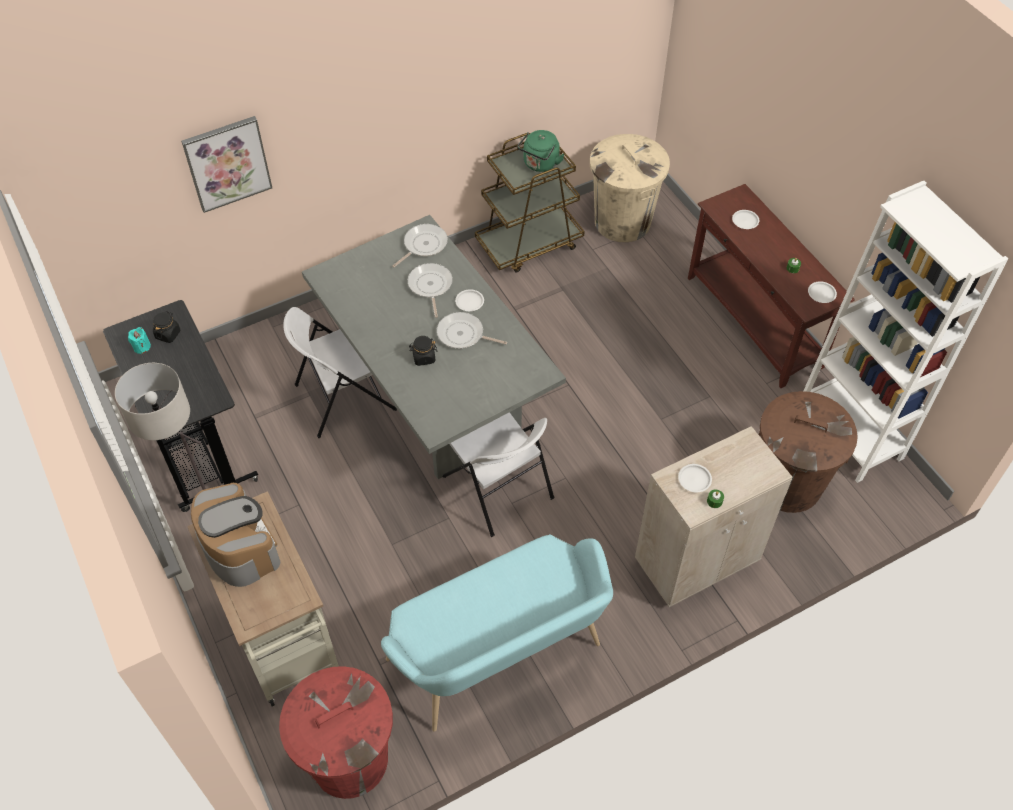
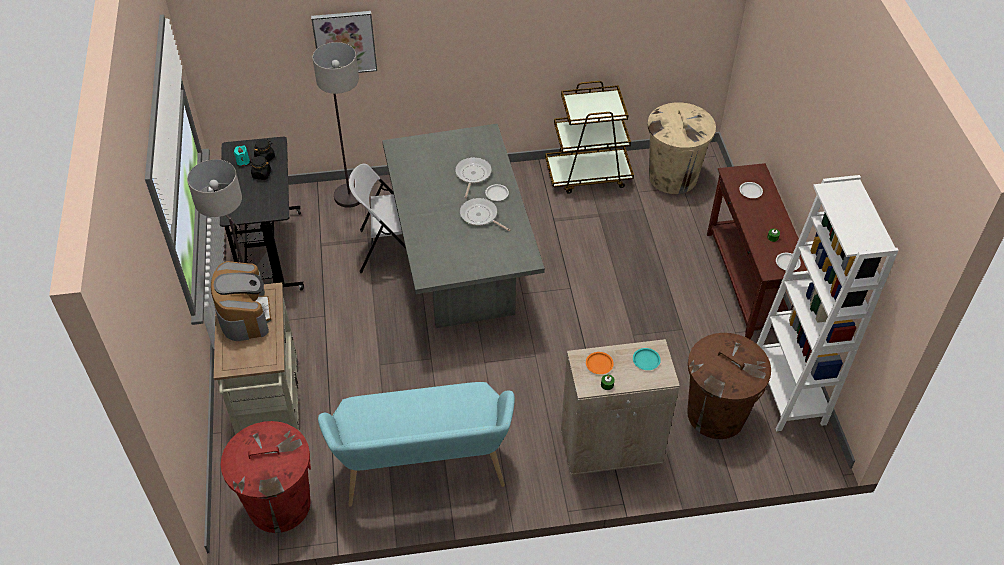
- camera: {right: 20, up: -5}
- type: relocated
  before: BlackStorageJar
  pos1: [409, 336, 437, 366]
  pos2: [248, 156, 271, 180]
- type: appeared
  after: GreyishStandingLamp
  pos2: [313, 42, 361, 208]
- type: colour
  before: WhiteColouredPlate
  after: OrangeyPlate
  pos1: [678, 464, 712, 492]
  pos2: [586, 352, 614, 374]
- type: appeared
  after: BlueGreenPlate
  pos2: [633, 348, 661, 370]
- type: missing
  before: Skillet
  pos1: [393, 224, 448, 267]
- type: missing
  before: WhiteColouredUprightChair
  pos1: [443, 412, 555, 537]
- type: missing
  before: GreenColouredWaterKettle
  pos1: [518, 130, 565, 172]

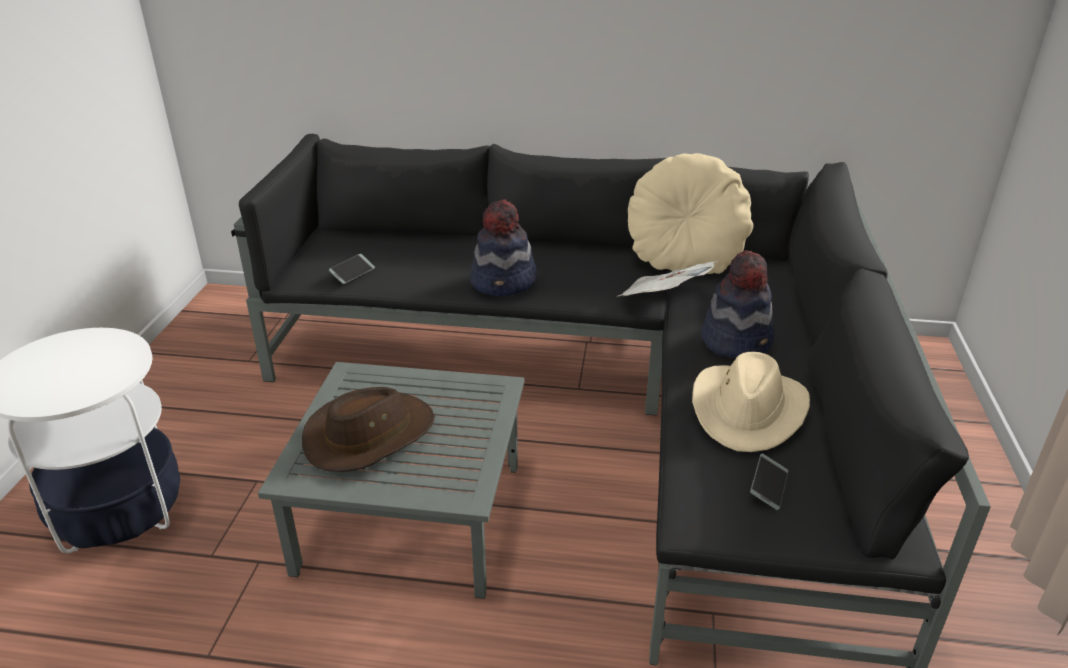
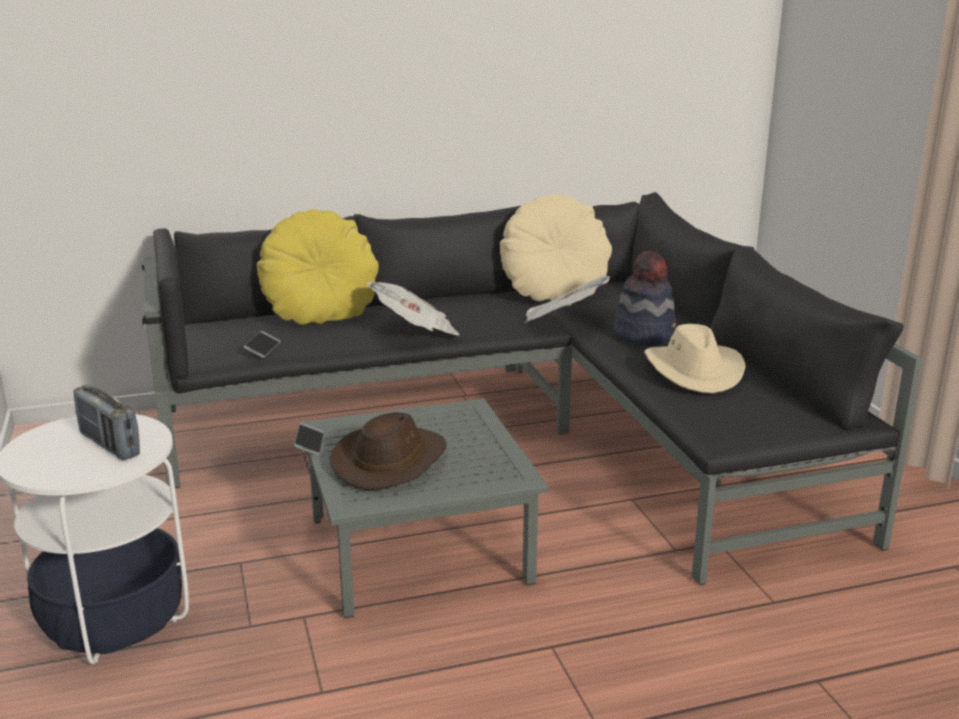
- camera: {right: -25, up: -10}
- type: appeared
  after: Radio
  pos2: [73, 385, 140, 460]
- type: appeared
  after: YellowishPillow
  pos2: [257, 209, 379, 325]
- type: relocated
  before: Telephone
  pos1: [750, 453, 788, 510]
  pos2: [294, 423, 324, 456]
- type: exchanged
  before: WearableHat
  after: DailyPaper
  pos1: [470, 199, 537, 296]
  pos2: [367, 282, 460, 335]

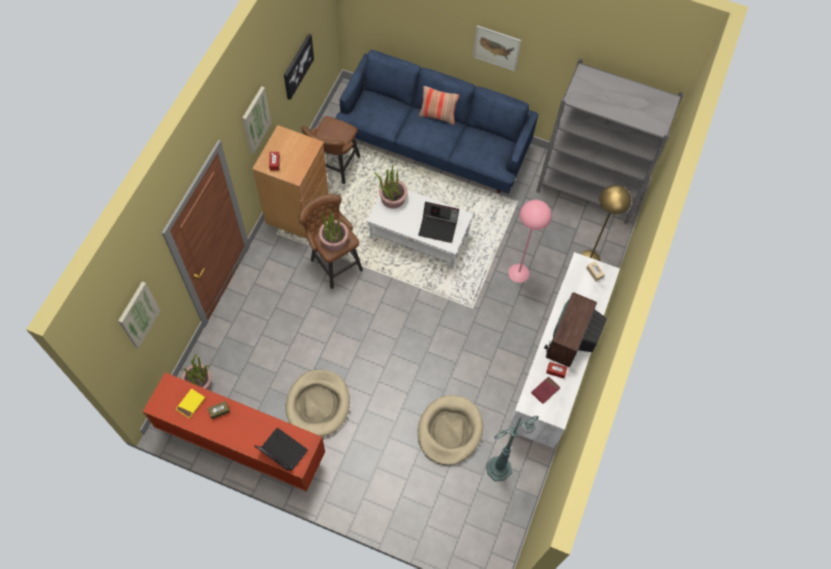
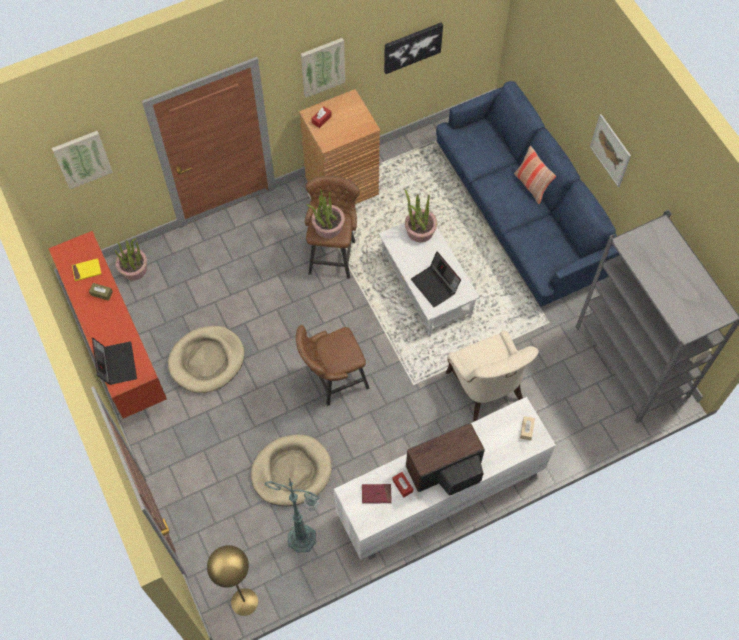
- camera: {right: 45, up: 0}
- type: relocated
  before: YellowishStandingLamp
  pos1: [581, 185, 631, 261]
  pos2: [207, 545, 258, 616]
- type: relocated
  before: BrownColouredStool
  pos1: [301, 116, 360, 184]
  pos2: [296, 325, 370, 406]
- type: exchanged
  before: PinkStandingLamp
  after: SandColouredLoungeChair
  pos1: [508, 200, 552, 283]
  pos2: [446, 330, 538, 421]

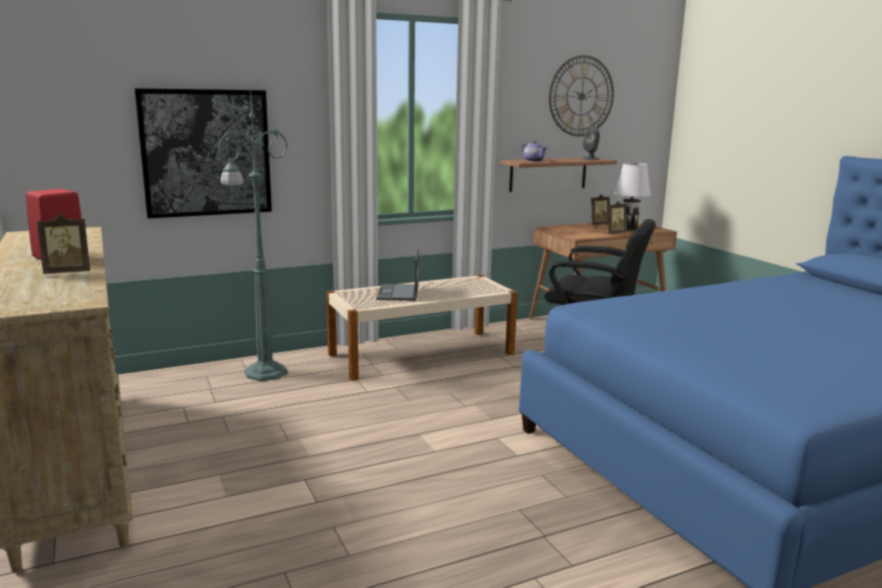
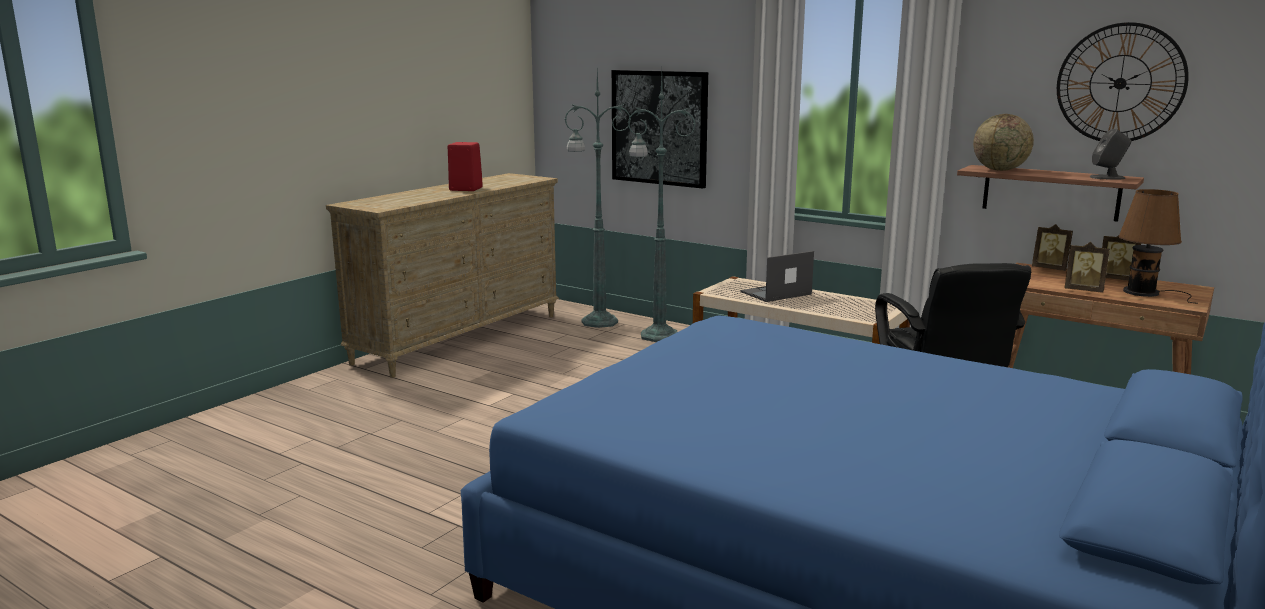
- camera: {right: 60, up: 0}
- type: appeared
  after: GreenColouredStandingLamp
  pos2: [565, 70, 631, 328]
- type: exchanged
  before: PotForTea
  after: WorldGlobe
  pos1: [522, 141, 547, 162]
  pos2: [973, 114, 1034, 171]
- type: relocated
  before: PictureFrame
  pos1: [37, 214, 90, 274]
  pos2: [1032, 224, 1073, 271]
- type: colour
  before: WhiteColouredTableLamp
  after: BrownColouredTableLamp
  pos1: [614, 163, 659, 231]
  pos2: [1118, 189, 1194, 303]

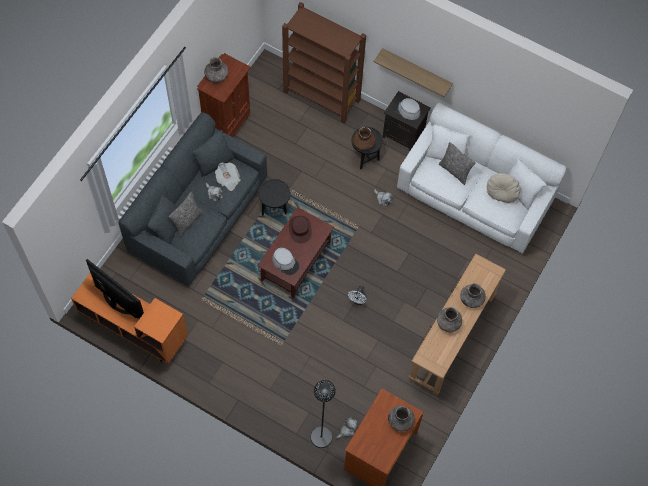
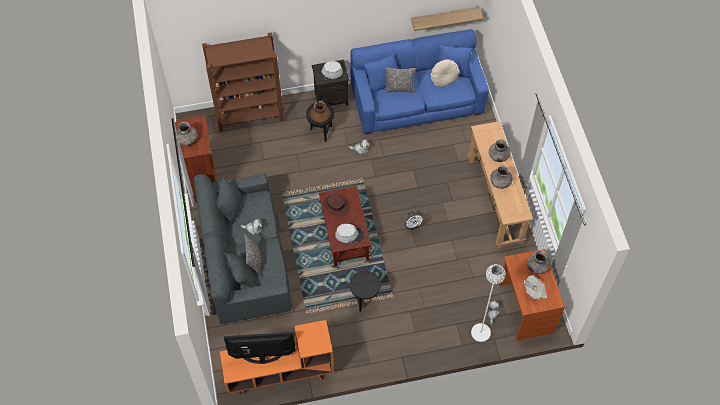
- camera: {right: -40, up: -5}
- type: colour
  before: WhiteColouredCouch
  after: BluishCouch
  pos1: [397, 103, 567, 254]
  pos2: [350, 29, 489, 134]
- type: relocated
  before: BlackSideTable
  pos1: [259, 179, 290, 216]
  pos2: [350, 271, 381, 312]
- type: relocated
  before: Shelf
  pos1: [373, 48, 453, 97]
  pos2: [411, 7, 483, 31]
- type: colour
  before: BlackStandingLamp
  after: WhiteColouredStandingLamp
  pos1: [311, 380, 336, 448]
  pos2: [471, 264, 506, 342]
- type: relocated
  before: DailyPaper
  pos1: [215, 162, 241, 191]
  pos2: [524, 275, 547, 299]

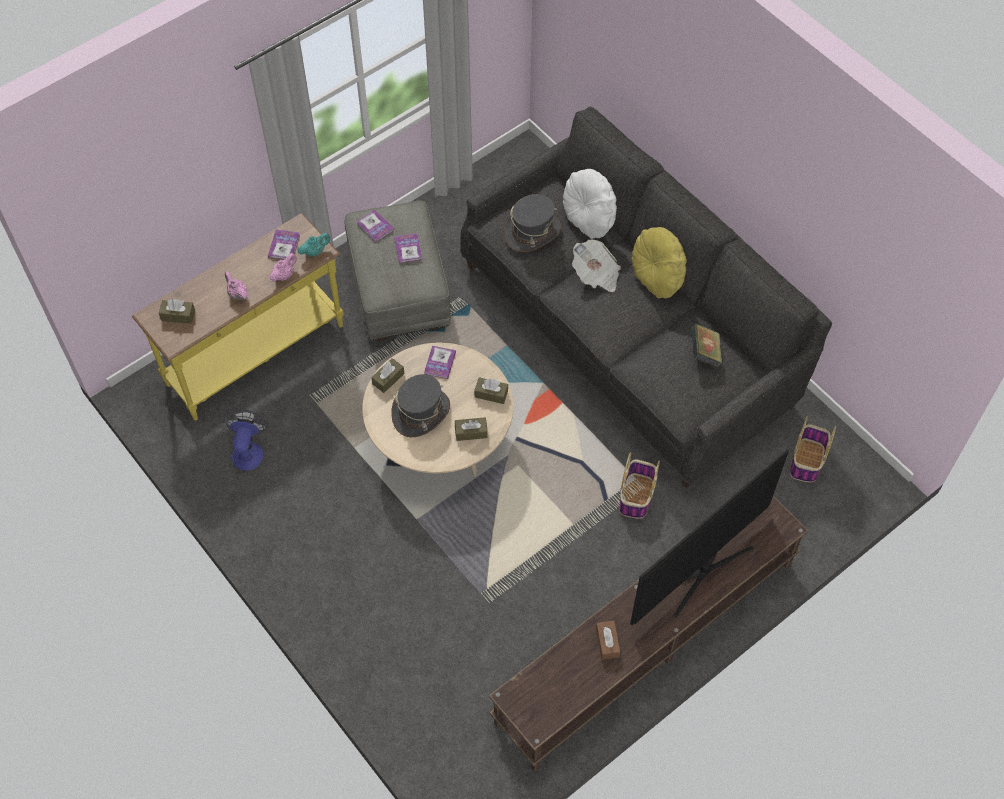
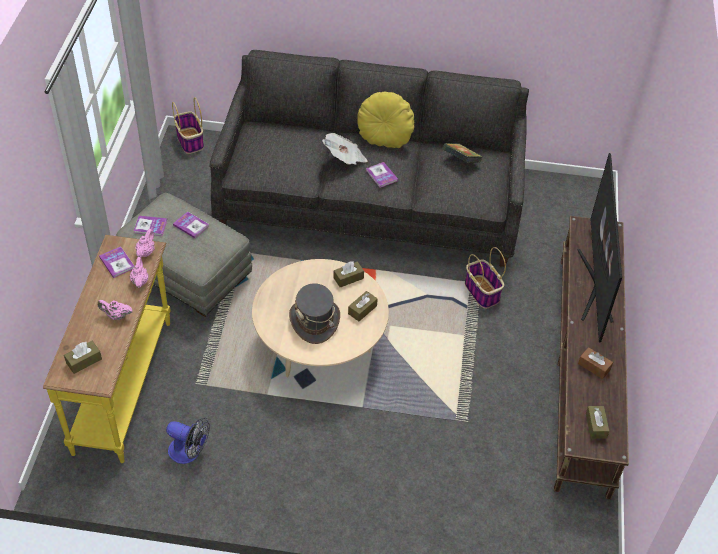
- camera: {right: -45, up: -10}
- type: colour
  before: BlueGreenPotForTea
  after: PinkPotForTea
  pos1: [298, 233, 330, 257]
  pos2: [136, 229, 155, 257]
- type: spun
  before: Fan
  pos1: [224, 410, 268, 471]
  pos2: [166, 418, 210, 464]
  turn: 150
- type: relocated
  before: Basket
  pos1: [790, 416, 836, 482]
  pos2: [172, 97, 204, 154]
- type: relocated
  before: Volume
  pos1: [424, 346, 456, 379]
  pos2: [366, 162, 398, 188]
- type: relocated
  before: BrownColouredTissueHolder
  pos1: [371, 358, 404, 393]
  pos2: [586, 406, 609, 439]
- type: missing
  before: GreyishWearableHat
  pos1: [504, 194, 561, 252]
- type: missing
  before: WhiteColouredPillow
  pos1: [563, 169, 617, 239]

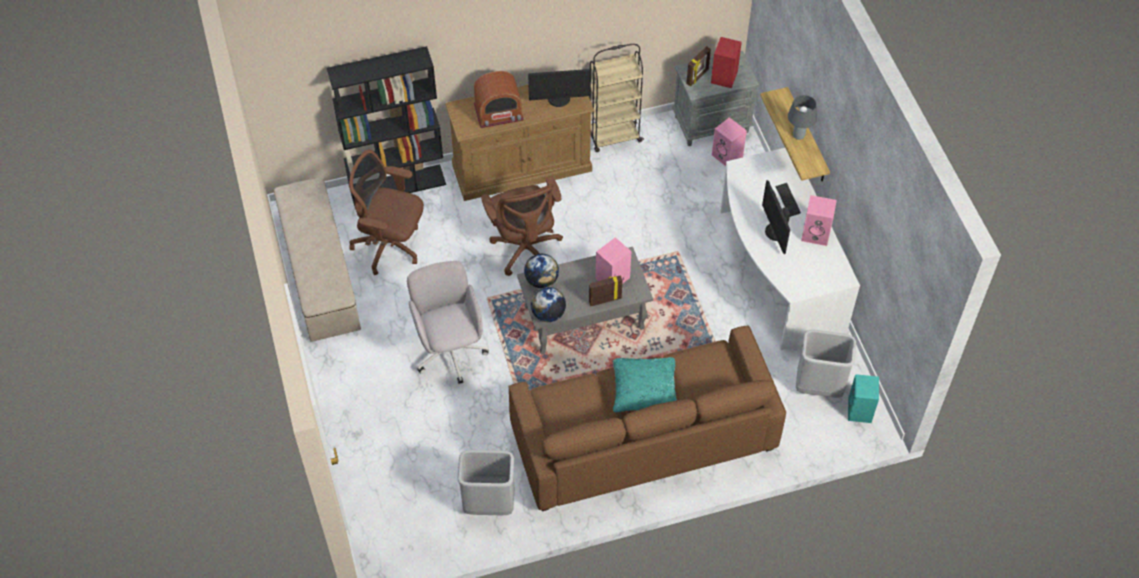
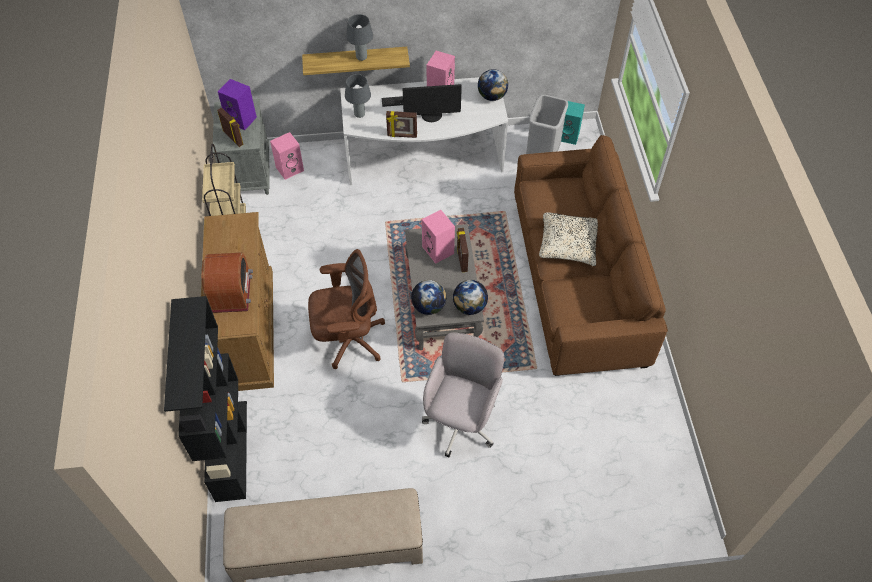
- camera: {right: -80, up: 0}
- type: colour
  before: RedLoudspeaker
  after: PurpleLoudspeaker
  pos1: [711, 37, 742, 88]
  pos2: [218, 79, 257, 130]
- type: appeared
  after: GreyishTableLamp
  pos2: [345, 74, 371, 118]
- type: appeared
  after: PictureFrame
  pos2: [386, 111, 417, 138]
- type: spun
  before: GreyishDeskChair
  pos1: [407, 261, 488, 384]
  pos2: [422, 332, 504, 458]
  turn: 120
- type: appeared
  after: WorldGlobe
  pos2: [478, 69, 508, 101]
- type: colour
  before: BlueGreenPillow
  after: SandColouredPillow
  pos1: [613, 357, 677, 412]
  pos2: [539, 213, 598, 266]
- type: missing
  before: BrownColouredDeskChair
  pos1: [349, 149, 424, 275]
- type: missing
  before: GreyishRubbishBin
  pos1: [457, 450, 515, 515]
- type: missing
  before: ComputerScreen
  pos1: [528, 69, 590, 107]

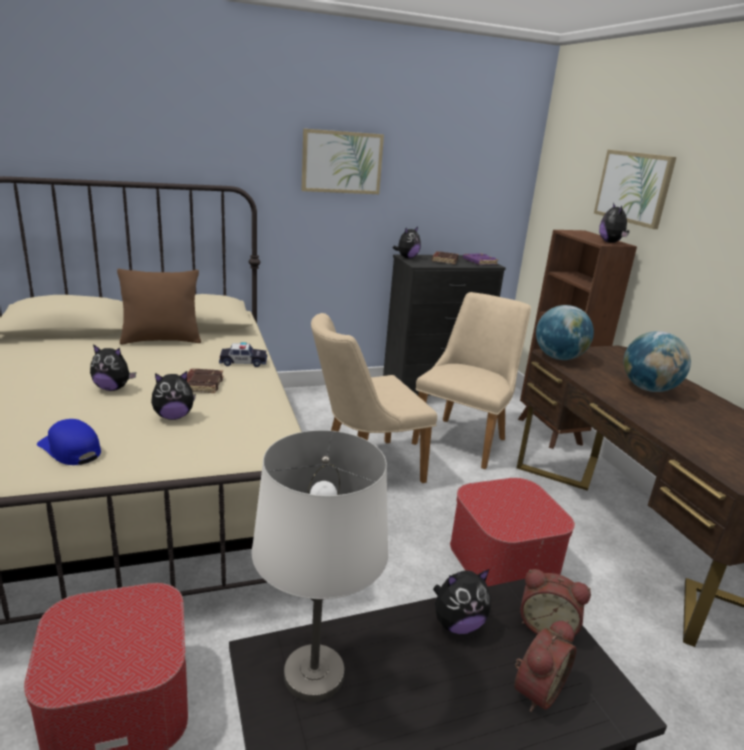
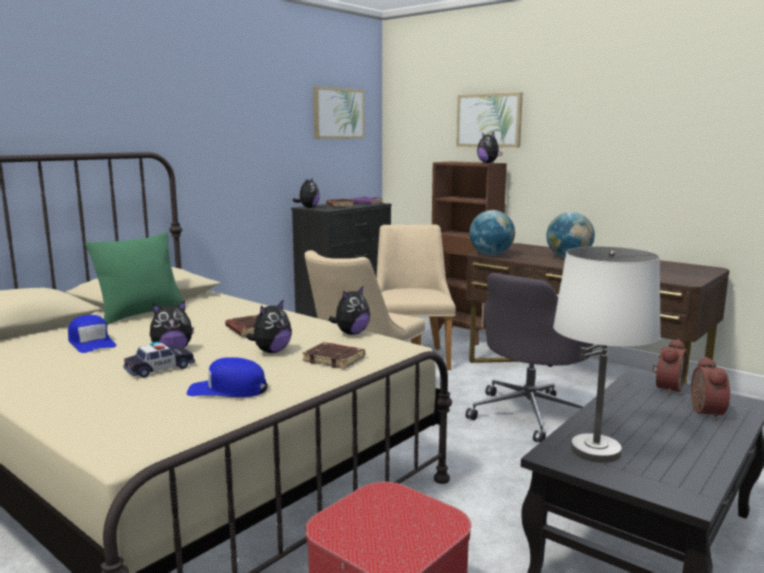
- camera: {right: -30, up: -10}
- type: appeared
  after: BluishCap
  pos2: [68, 315, 117, 353]
- type: colour
  before: BrownColouredPillow
  after: GreenColouredPillow
  pos1: [117, 269, 201, 344]
  pos2: [85, 232, 186, 325]
- type: relocated
  before: ModelCar
  pos1: [219, 342, 267, 367]
  pos2: [123, 342, 195, 378]
- type: appeared
  after: BrownColouredVolume
  pos2: [302, 342, 365, 369]
- type: relocated
  before: Picture
  pos1: [301, 128, 384, 194]
  pos2: [313, 86, 365, 139]
- type: relocated
  before: SoftToy
  pos1: [433, 569, 491, 634]
  pos2: [329, 286, 370, 335]
- type: exchanged
  before: Pouffe
  after: GreyishDeskChair
  pos1: [450, 478, 575, 587]
  pos2: [466, 273, 594, 443]
- type: spun
  before: BedsideClock
  pos1: [520, 569, 591, 640]
  pos2: [652, 339, 688, 395]
  turn: -45

